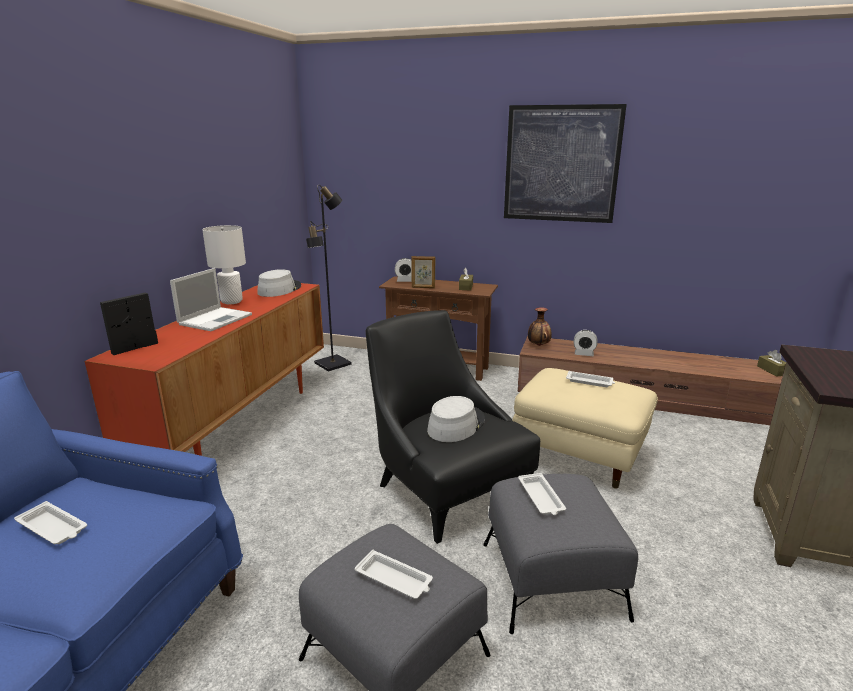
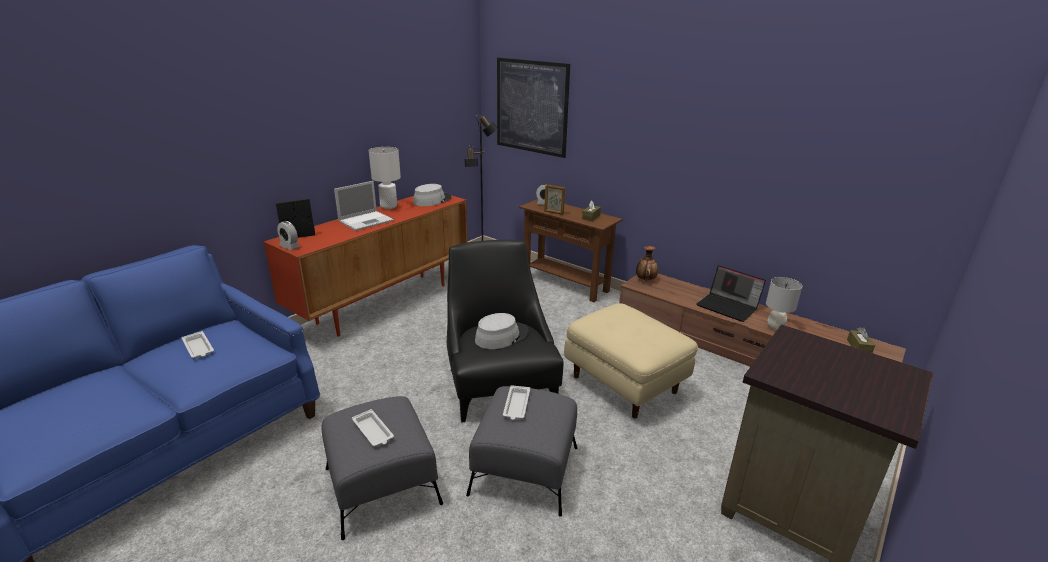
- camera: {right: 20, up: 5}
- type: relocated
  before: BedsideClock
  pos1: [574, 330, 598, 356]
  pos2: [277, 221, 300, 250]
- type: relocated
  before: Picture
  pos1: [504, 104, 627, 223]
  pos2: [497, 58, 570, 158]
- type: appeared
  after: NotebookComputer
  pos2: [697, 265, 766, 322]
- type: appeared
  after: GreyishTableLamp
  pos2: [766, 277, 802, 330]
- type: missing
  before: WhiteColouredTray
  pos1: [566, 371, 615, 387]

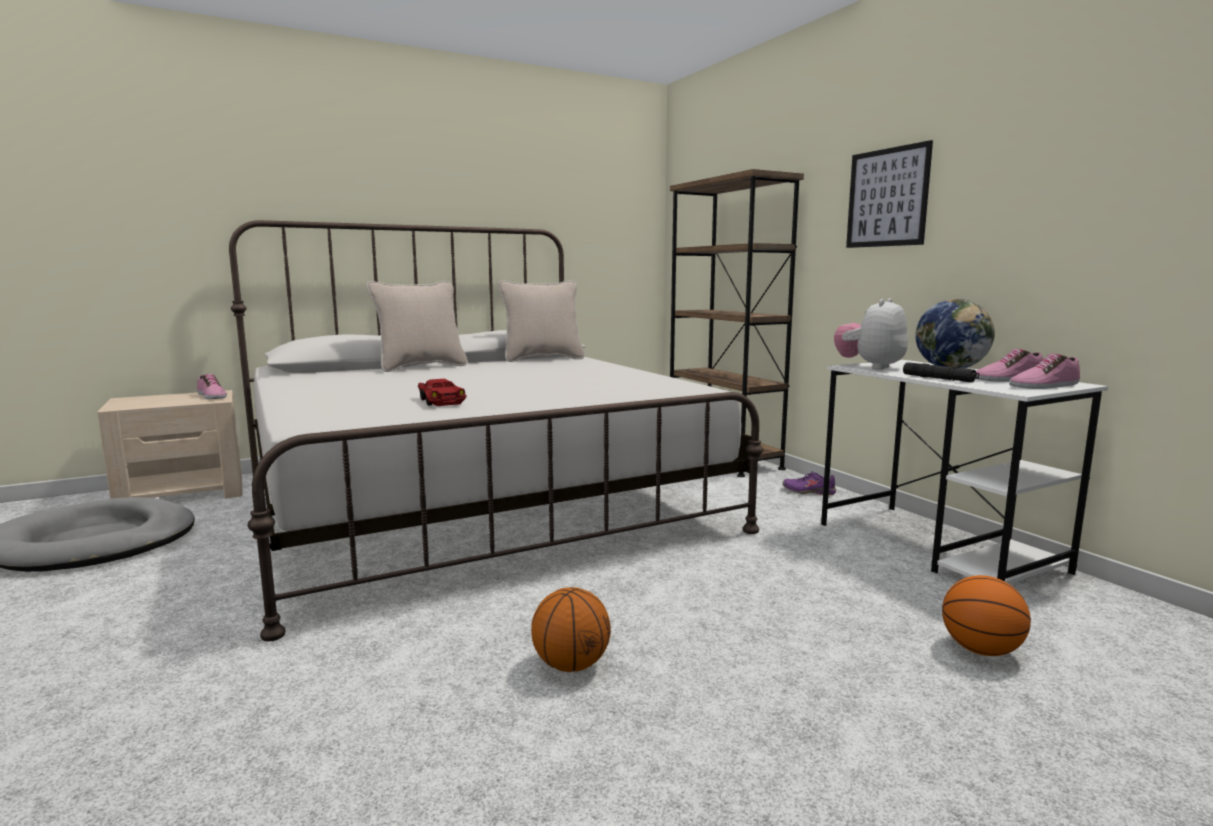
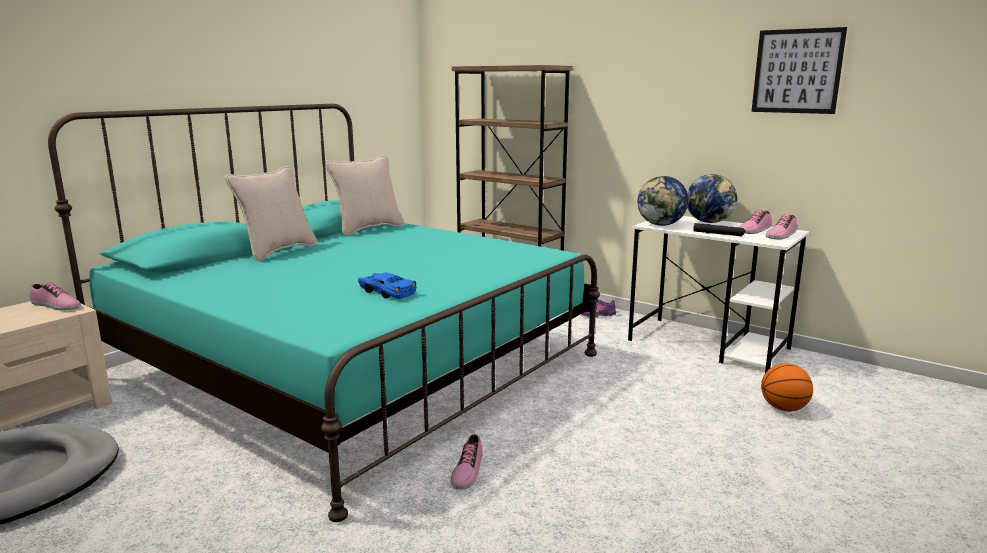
- camera: {right: -25, up: 5}
- type: colour
  before: WhiteColouredBedroomBed
  after: BlueGreenBedroomBed
  pos1: [229, 220, 763, 641]
  pos2: [48, 104, 600, 522]
- type: colour
  before: RedModelCar
  after: BluishModelCar
  pos1: [418, 379, 467, 406]
  pos2: [358, 272, 417, 299]
- type: appeared
  after: ItemOfFootwear
  pos2: [451, 434, 483, 490]
- type: exchanged
  before: SoftToy
  after: WorldGlobe
  pos1: [834, 298, 908, 370]
  pos2: [637, 176, 688, 226]
- type: relocated
  before: Picture
  pos1: [846, 140, 933, 248]
  pos2: [751, 27, 847, 114]
- type: missing
  before: BasketballBall
  pos1: [531, 587, 611, 672]

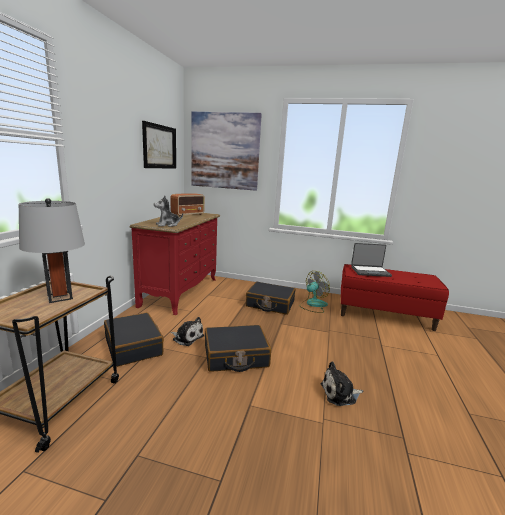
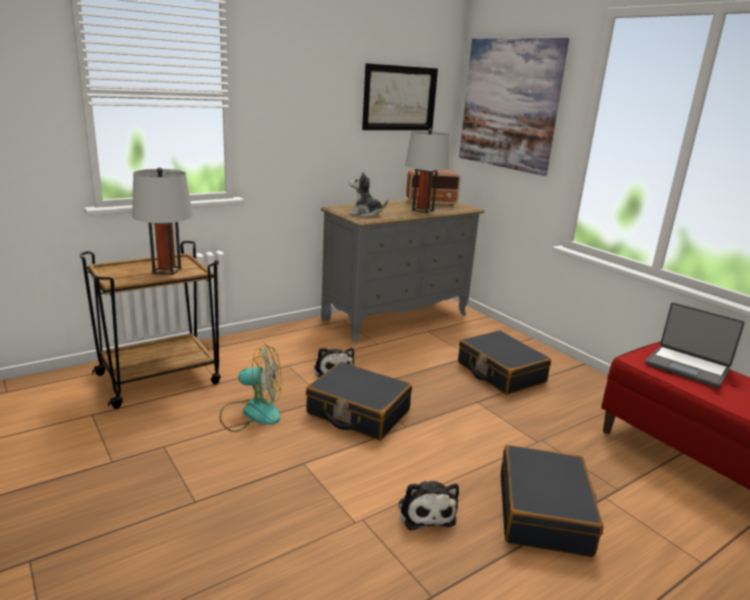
- camera: {right: 40, up: 5}
- type: relocated
  before: Fan
  pos1: [300, 271, 330, 313]
  pos2: [220, 344, 281, 432]
- type: colour
  before: RedChestOfDrawers
  after: GreyishChestOfDrawers
  pos1: [130, 213, 220, 315]
  pos2: [321, 199, 485, 342]
- type: spun
  before: SoftToy
  pos1: [321, 361, 363, 406]
  pos2: [399, 481, 459, 530]
  turn: -135
- type: appeared
  after: GreyishTableLamp
  pos2: [405, 128, 449, 213]
- type: relocated
  before: BlackTravelCase
  pos1: [104, 312, 164, 367]
  pos2: [501, 445, 603, 557]

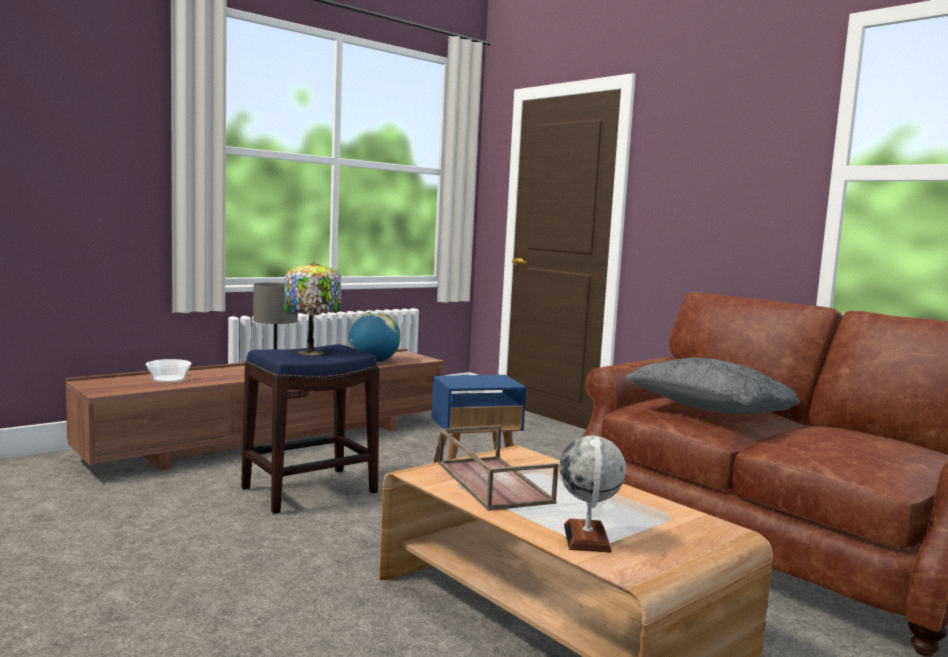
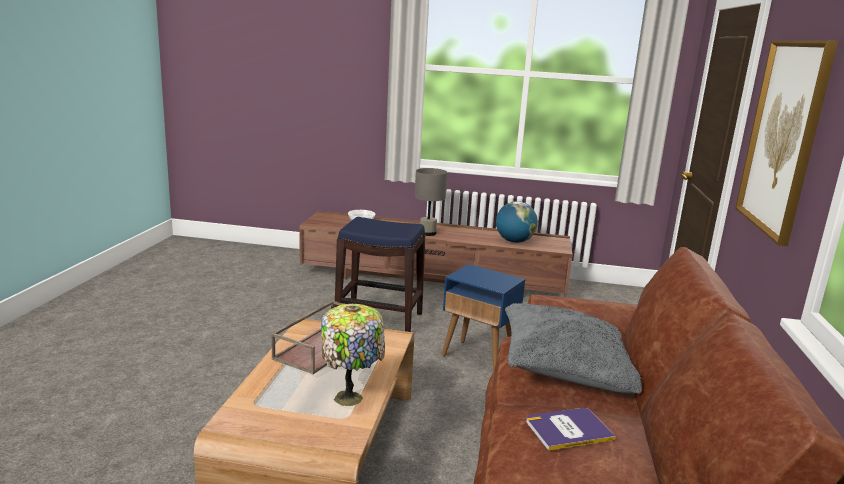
- camera: {right: 50, up: 10}
- type: relocated
  before: TableLamp
  pos1: [284, 262, 342, 355]
  pos2: [321, 304, 385, 406]
- type: appeared
  after: Volume
  pos2: [526, 408, 616, 451]
- type: appeared
  after: Picture
  pos2: [735, 40, 838, 246]
- type: missing
  before: WorldGlobe
  pos1: [559, 436, 626, 553]

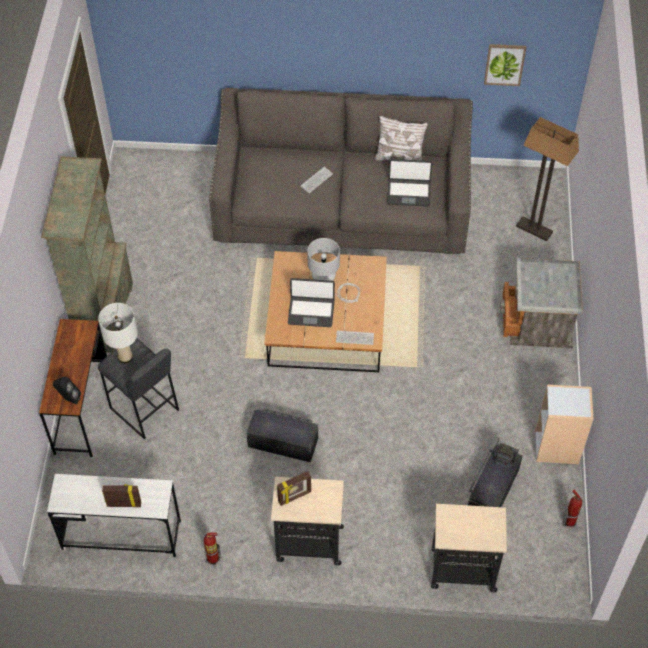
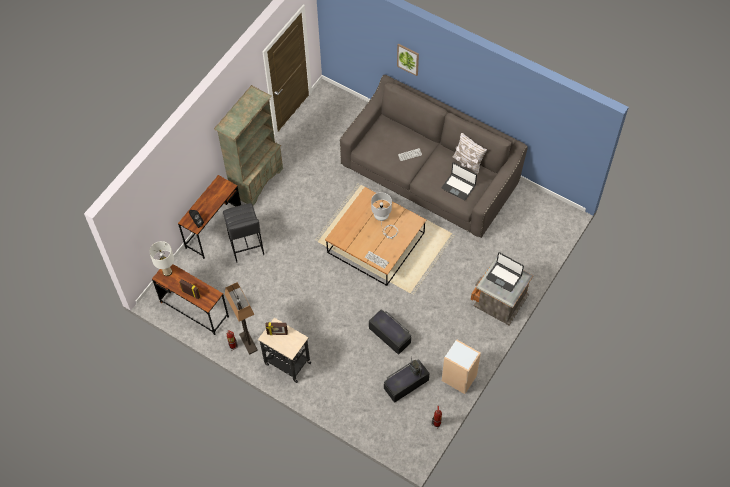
- camera: {right: 30, up: 5}
- type: relocated
  before: WhiteColouredTableLamp
  pos1: [98, 303, 138, 364]
  pos2: [149, 241, 174, 276]
- type: colour
  before: WhiteColouredDeskTable
  after: BrownColouredDeskTable
  pos1: [47, 474, 181, 557]
  pos2: [152, 264, 229, 335]
- type: relocated
  before: StandingLamp
  pos1: [516, 117, 579, 241]
  pos2: [225, 282, 258, 355]
- type: relocated
  before: BlackStorageBox
  pos1: [247, 408, 318, 462]
  pos2: [369, 309, 411, 355]
- type: relocated
  before: Picture
  pos1: [484, 44, 526, 86]
  pos2: [397, 44, 419, 76]
- type: relocated
  before: NotebookComputer
  pos1: [288, 278, 335, 327]
  pos2: [486, 252, 524, 292]
- type: missing
  before: Cart
  pos1: [431, 504, 507, 592]

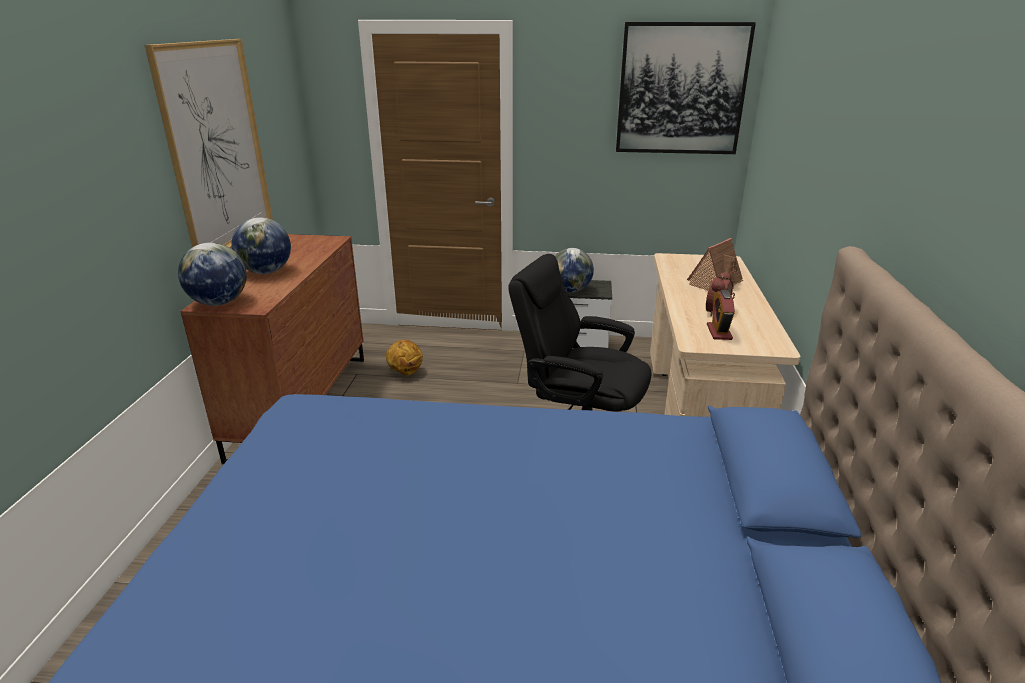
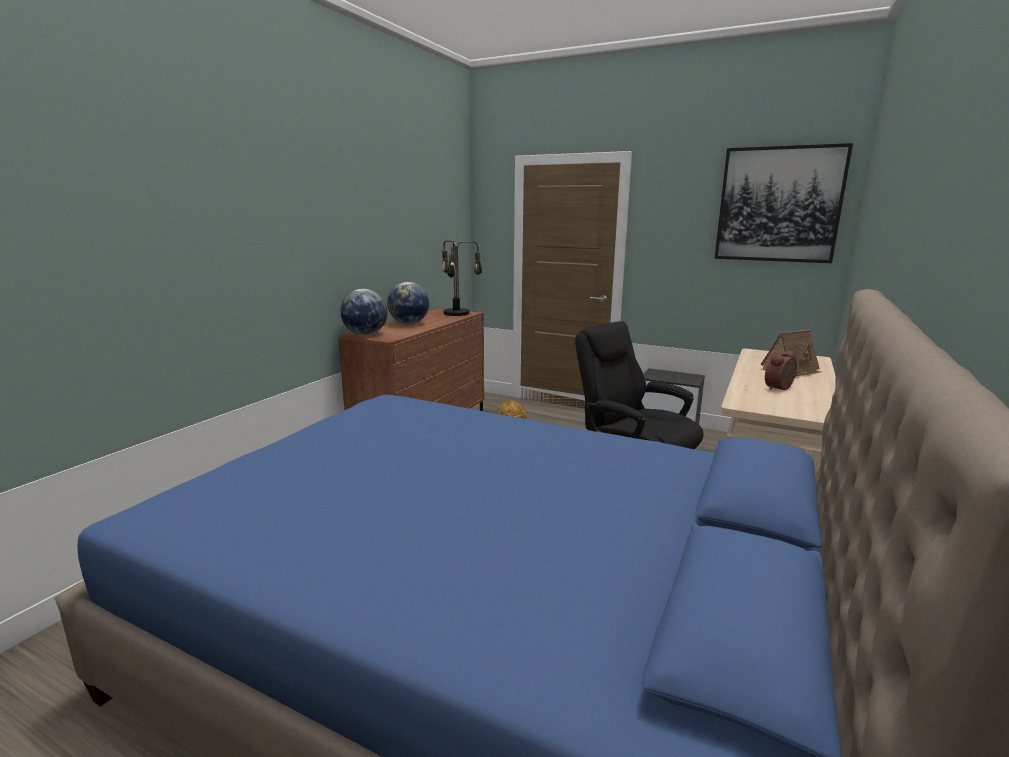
- camera: {right: 20, up: -10}
- type: appeared
  after: TableLamp
  pos2: [442, 241, 482, 316]
- type: missing
  before: Picture
  pos1: [145, 39, 273, 248]
- type: missing
  before: WorldGlobe
  pos1: [555, 248, 594, 292]
- type: missing
  before: BedsideClock
  pos1: [707, 290, 735, 340]

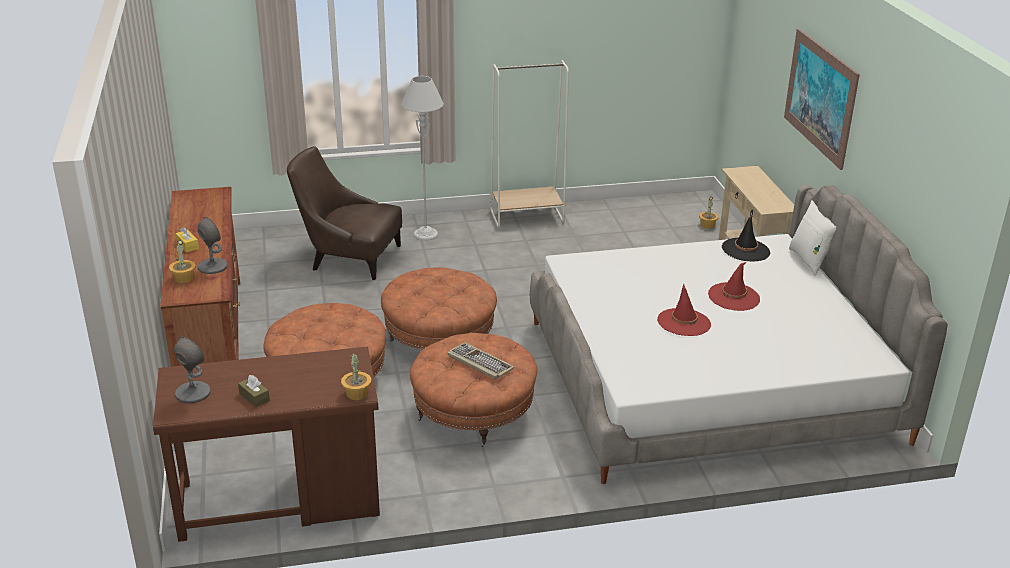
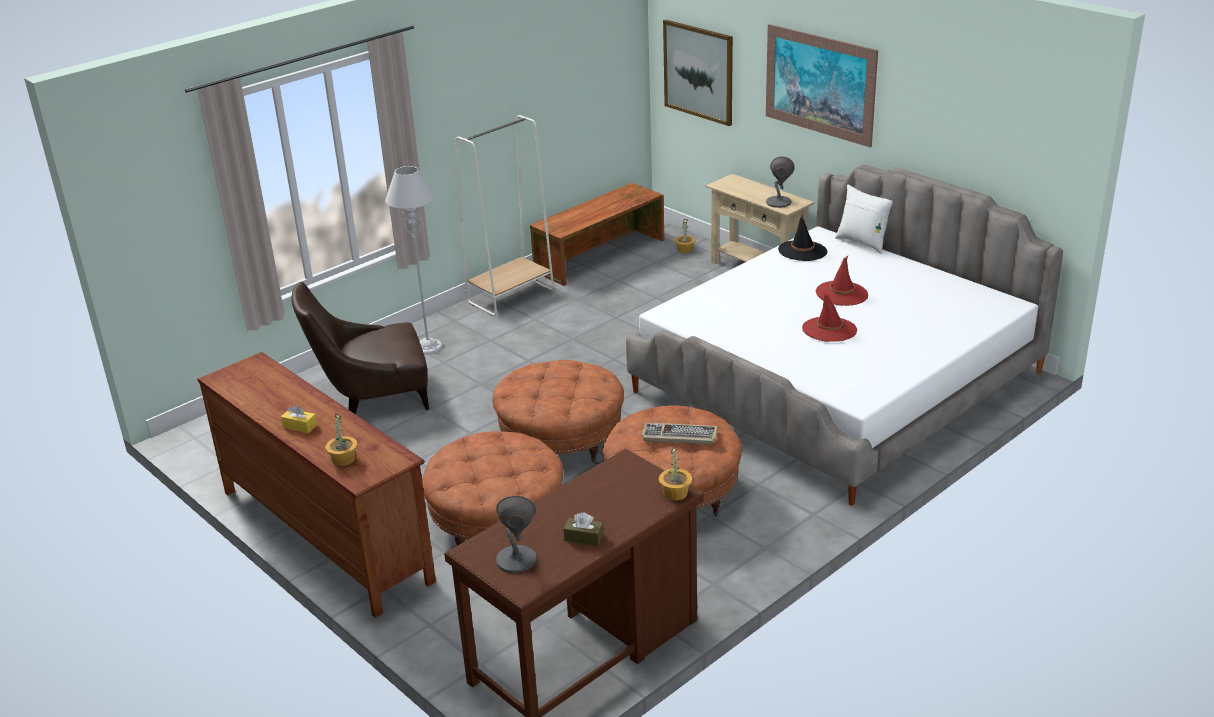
- camera: {right: -30, up: 0}
- type: appeared
  after: BrownColouredLongSeat
  pos2: [530, 183, 664, 286]
- type: appeared
  after: Picture
  pos2: [663, 20, 733, 126]
- type: relocated
  before: GreyishTableLamp
  pos1: [198, 217, 228, 274]
  pos2: [766, 157, 795, 208]

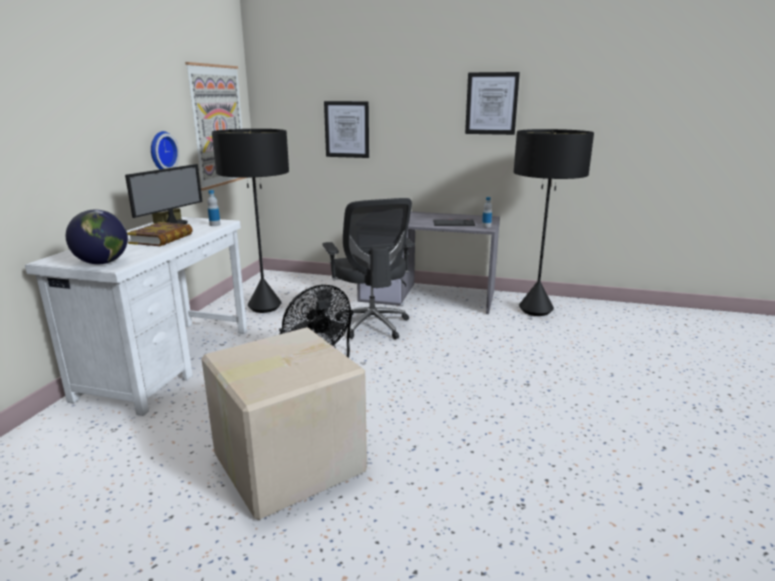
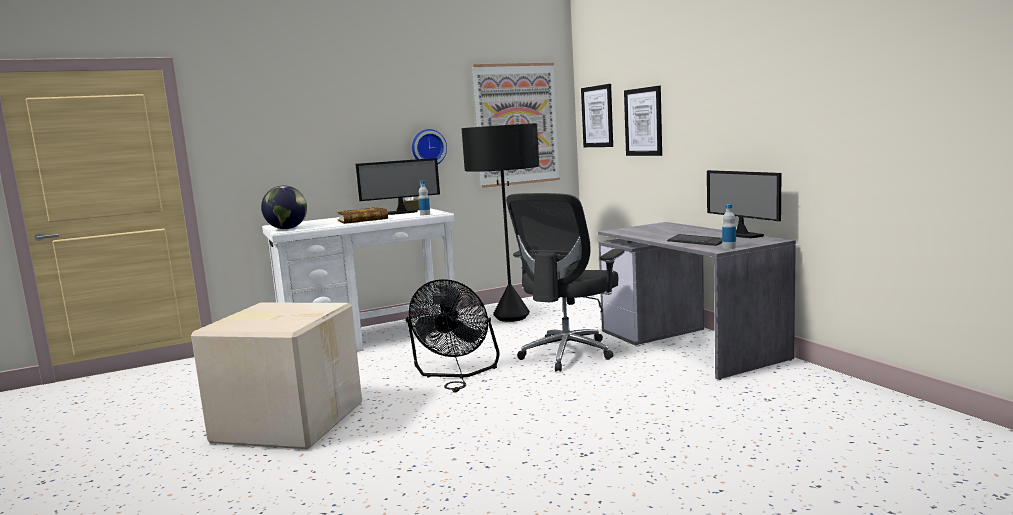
- camera: {right: 50, up: -10}
- type: relocated
  before: Picture
  pos1: [465, 72, 520, 135]
  pos2: [581, 84, 613, 147]
- type: appeared
  after: ComputerScreen
  pos2: [707, 170, 781, 238]
- type: missing
  before: BlackStandingLamp
  pos1: [514, 129, 594, 316]

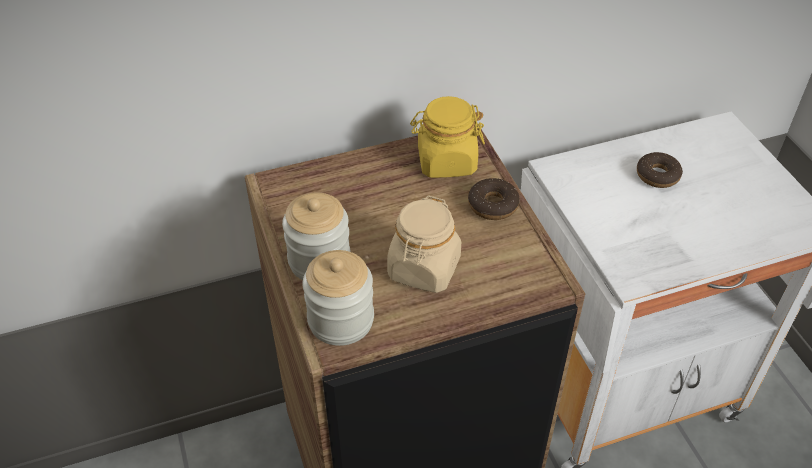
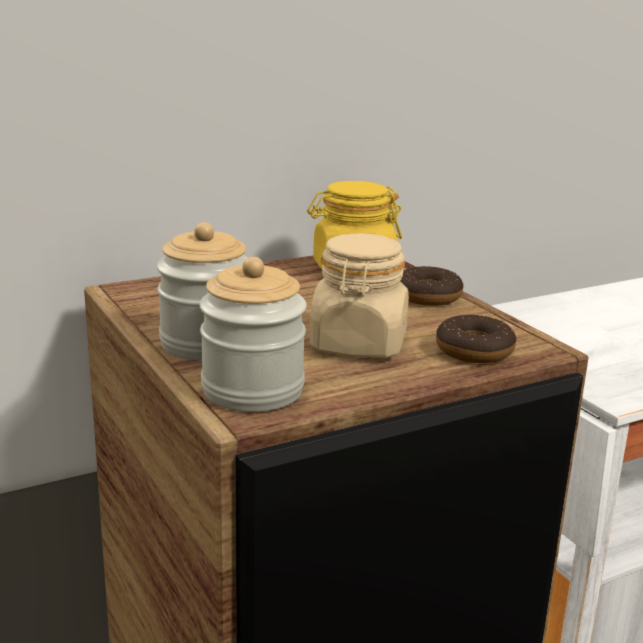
- camera: {right: -10, up: -25}
- type: relocated
  before: Donut
  pos1: [637, 152, 683, 188]
  pos2: [436, 315, 517, 363]

